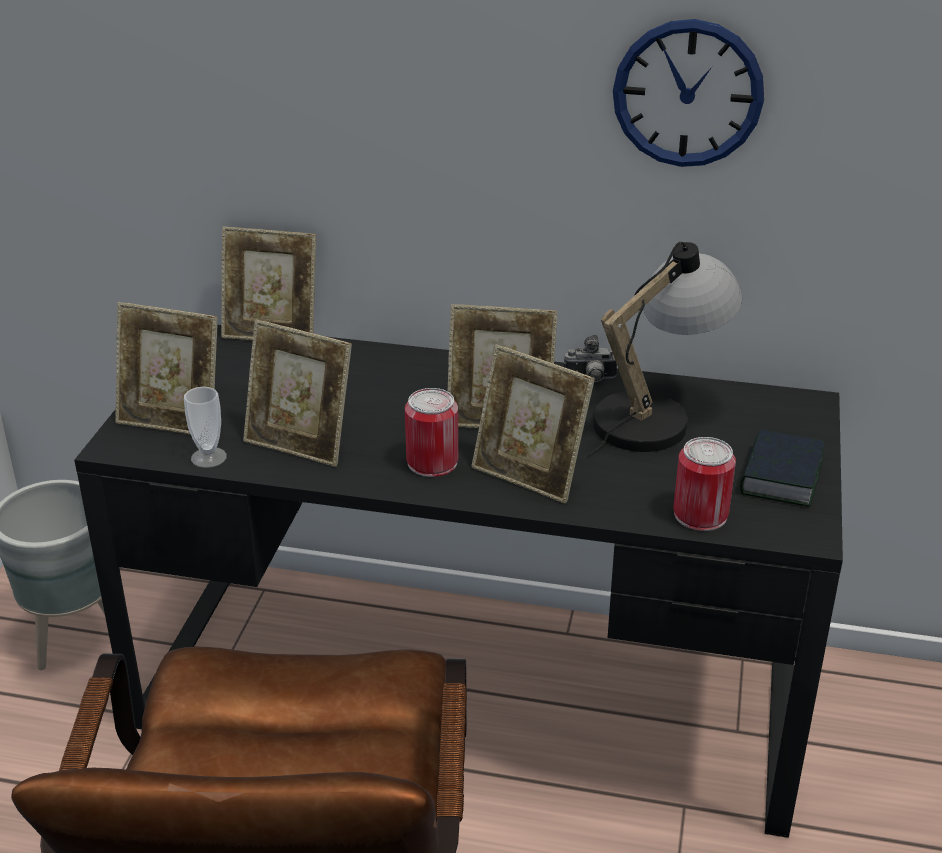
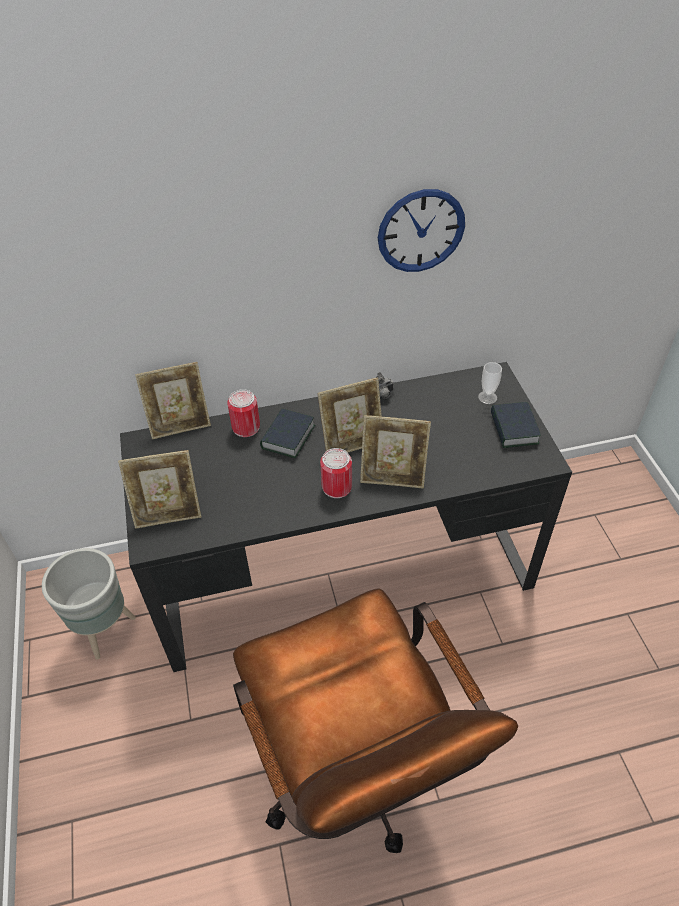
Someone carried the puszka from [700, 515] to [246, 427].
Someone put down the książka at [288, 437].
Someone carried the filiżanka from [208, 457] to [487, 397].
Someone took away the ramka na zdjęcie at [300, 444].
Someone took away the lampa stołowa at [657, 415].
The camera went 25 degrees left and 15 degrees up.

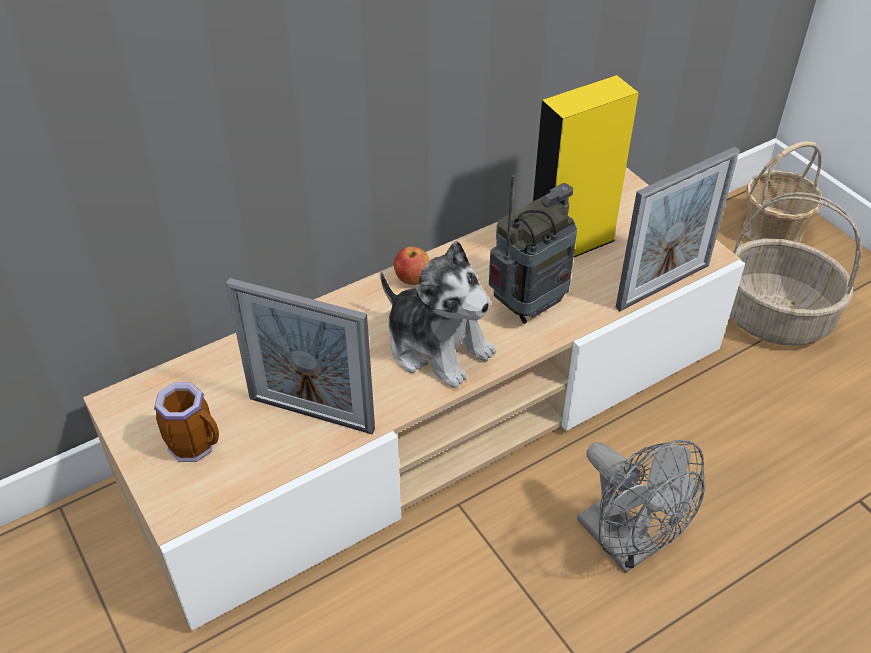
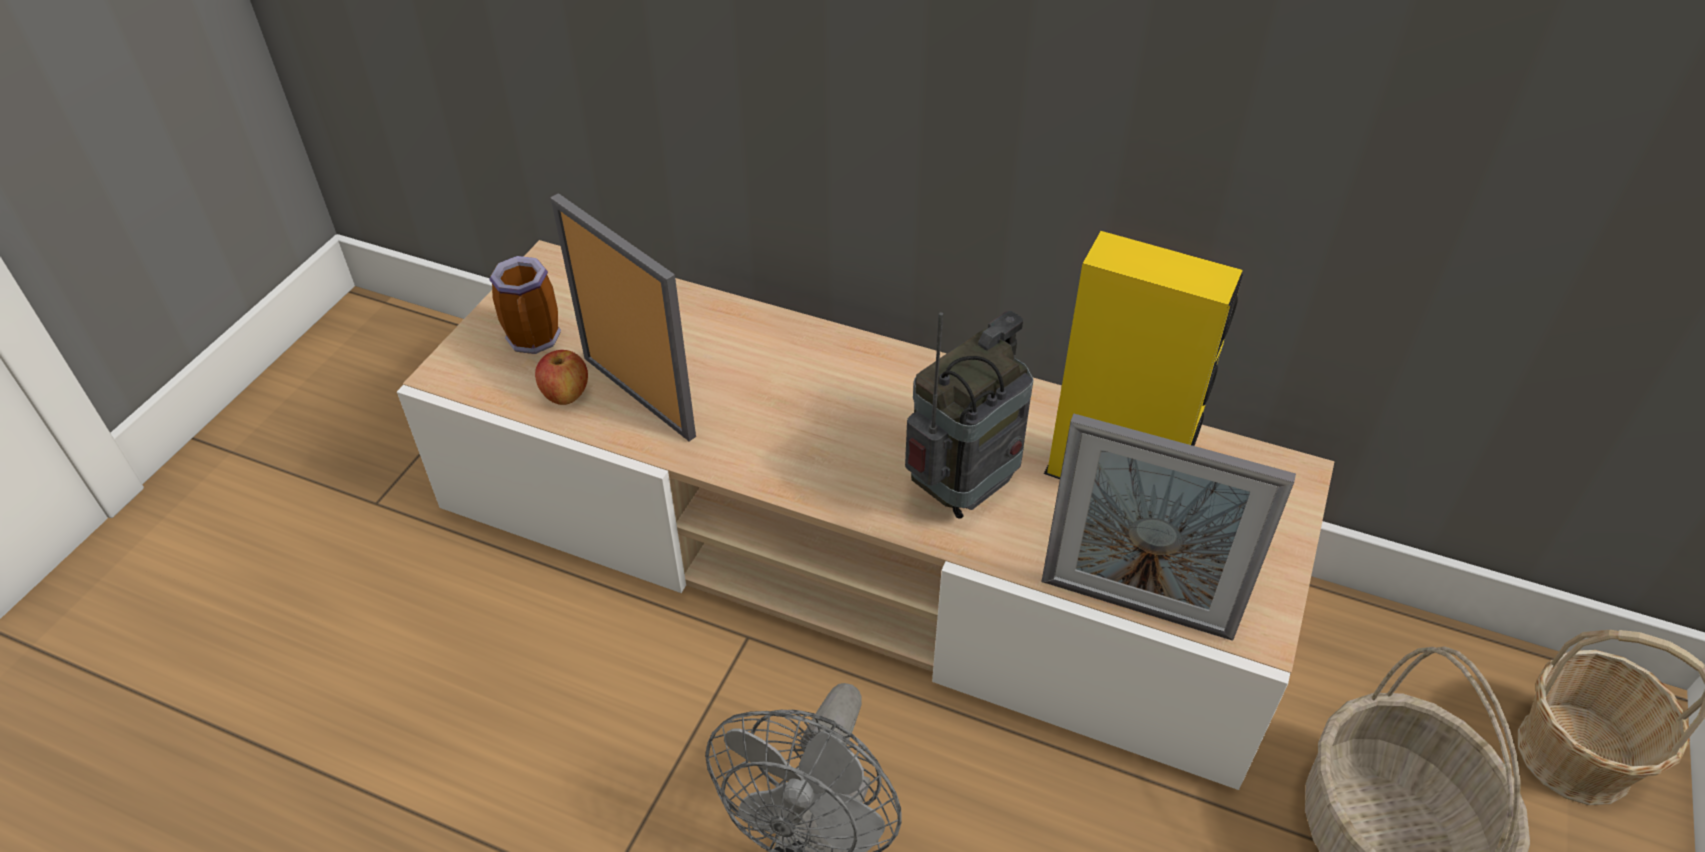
Someone carried the jabłko from [412, 279] to [565, 395].
Someone rotated the ramka na zdjęcie at [311, 414] by 150 degrees clockwise.
Someone rotated the radio at [529, 306] by 60 degrees counterclockwise.
Someone took away the pluszak at [437, 346].
The camera went 55 degrees right and 0 degrees up.

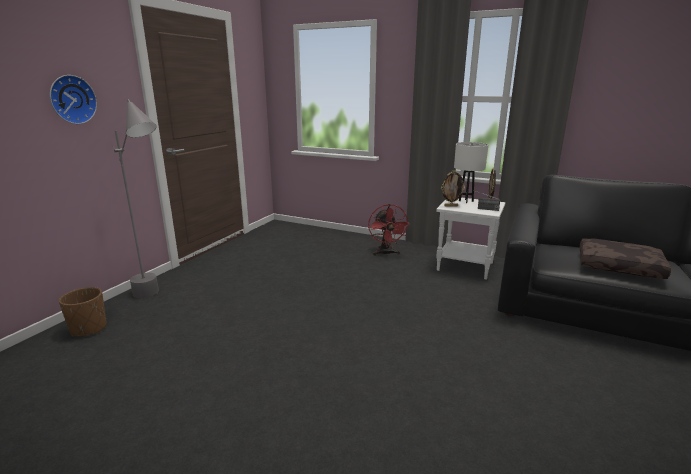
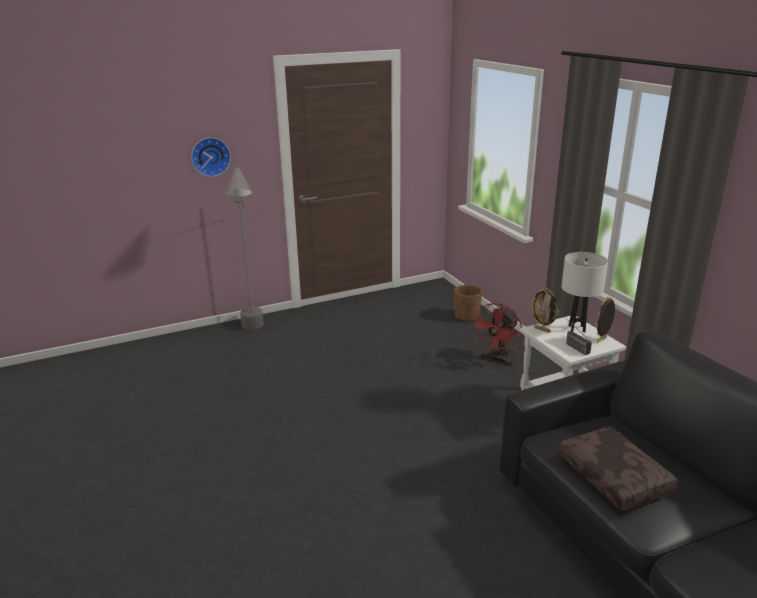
Someone carried the donica (brązowy) from [89, 329] to [467, 316].
The camera went 40 degrees right and 5 degrees up.

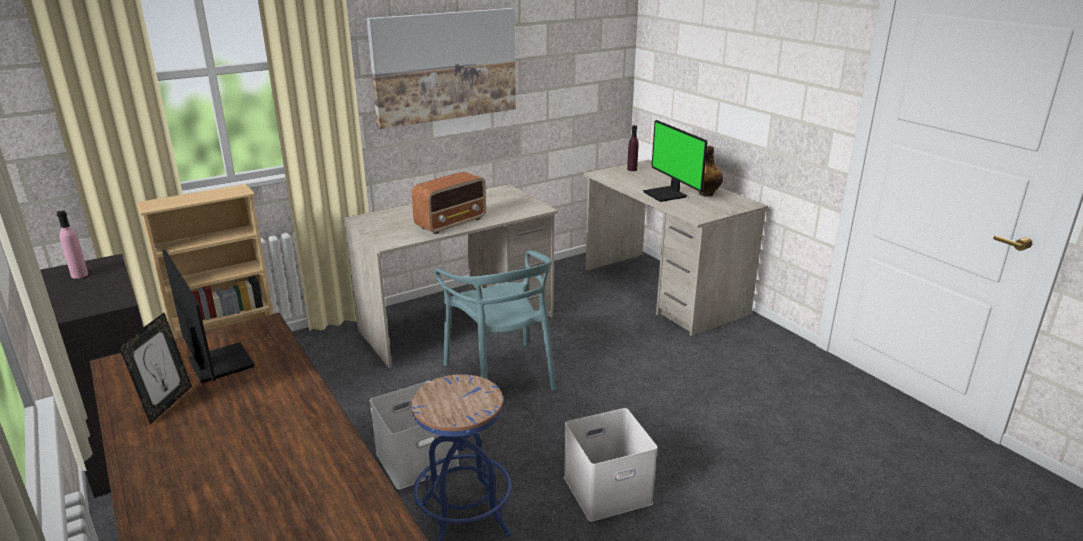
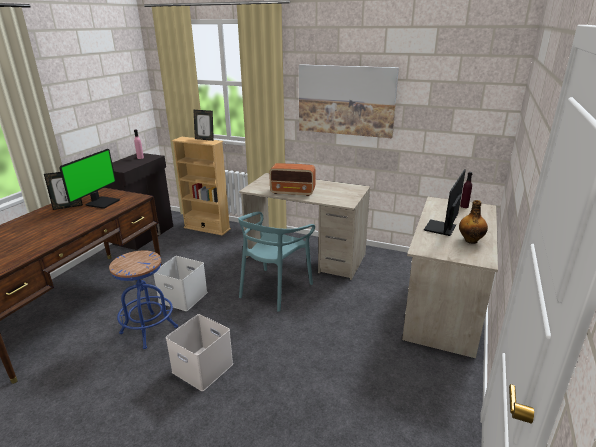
Someone put down the ramka na zdjęcie at [205, 139].
The camera went 55 degrees right and 0 degrees up.

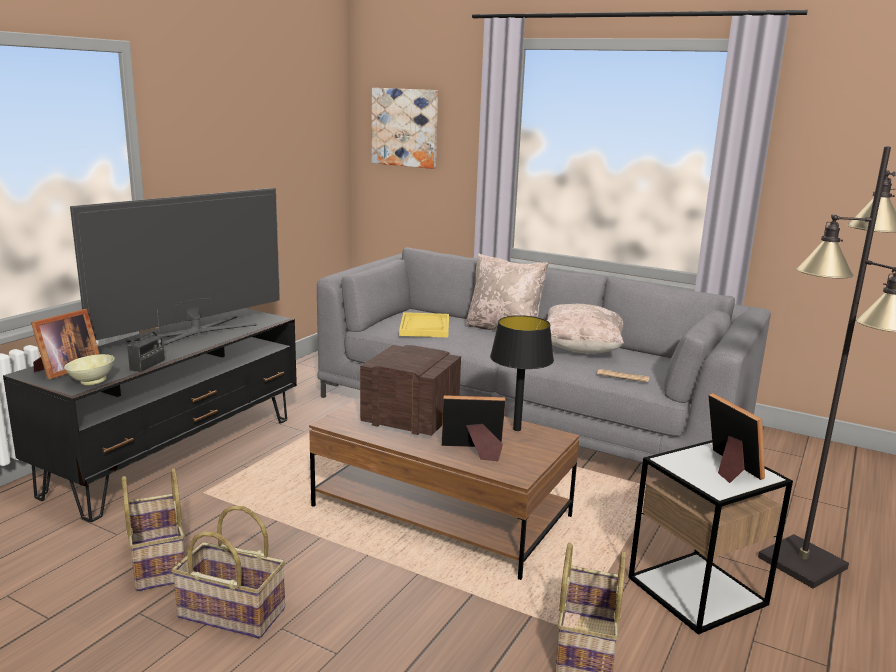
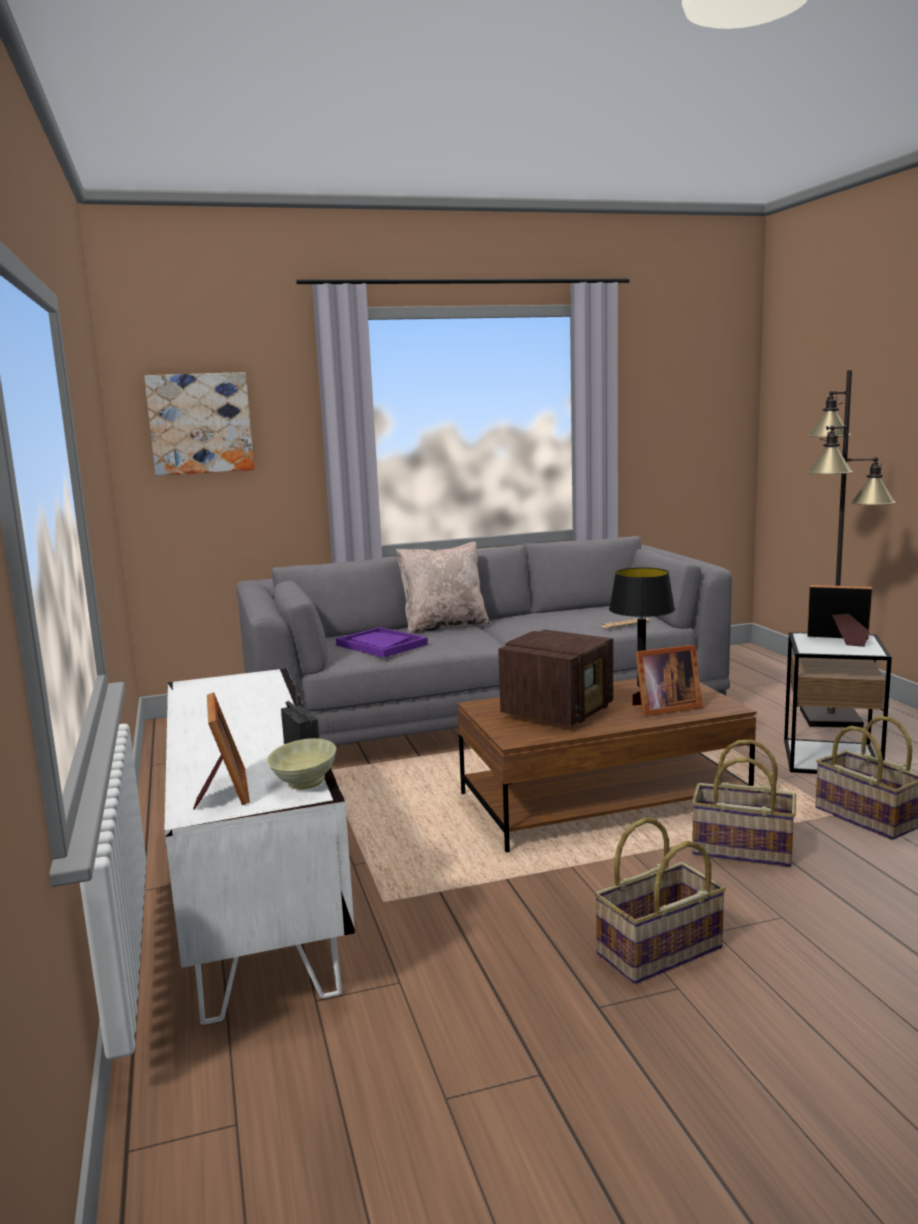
Someone repainted the szafka pod telewizor (czarny) at [176, 454], which became the szafka pod telewizor (biały) at [256, 895].
Someone repainted the taca (żółty) at [424, 327], which became the taca (fioletowy) at [381, 645].
Someone rotated the radio at [409, 419] by 150 degrees clockwise.
Someone rotated the ramka na zdjęcie at [474, 451] by 150 degrees counterclockwise.
Someone carried the koszyk from [156, 562] to [741, 850].
Someone took away the telewizor at [194, 332].
Someone took away the poduszka (beżowy) at [581, 349].
The camera went 45 degrees left and 5 degrees down.

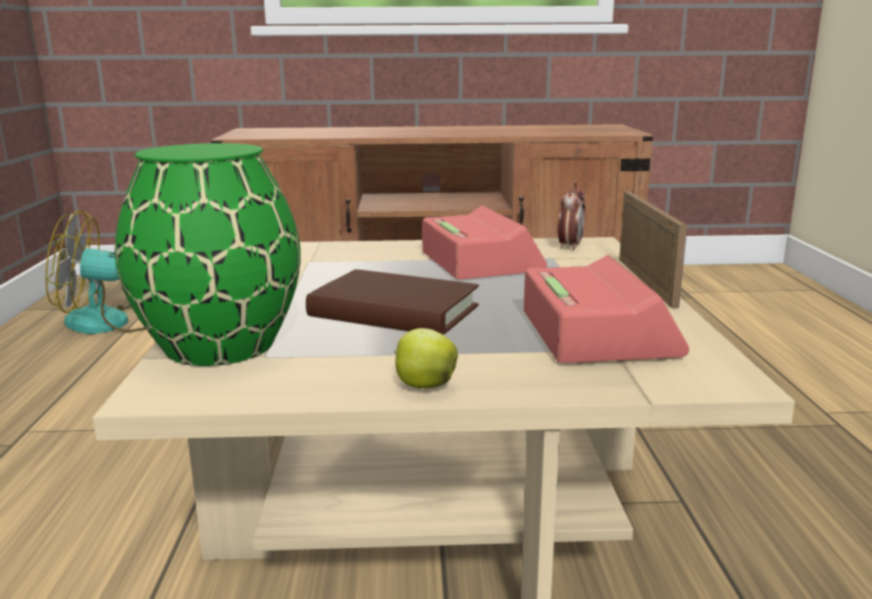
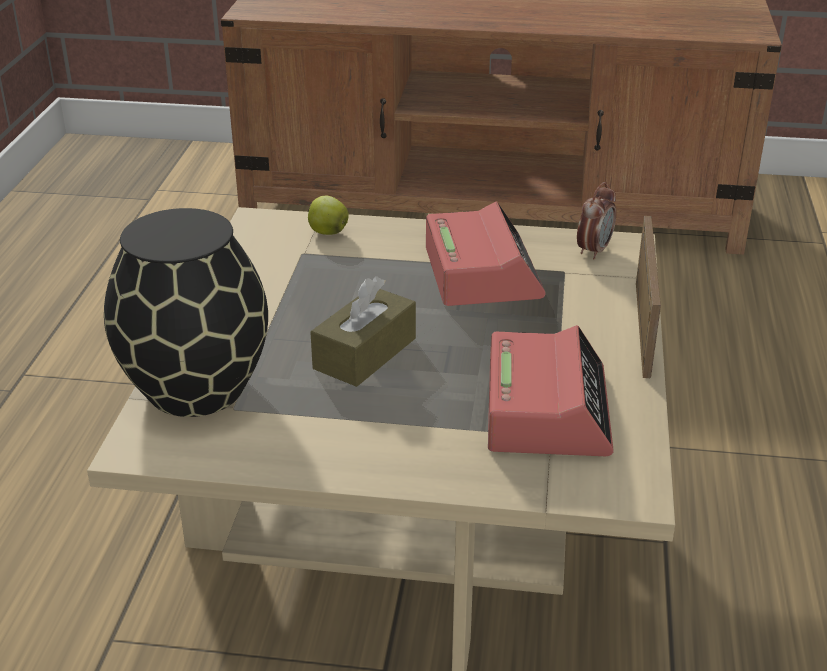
Someone repainted the wazon (zielony) at [222, 345], which became the wazon (czarny) at [198, 389].
Someone carried the jabłko from [424, 385] to [327, 232].
Someone swapped the książka (brązowy) at [394, 311] for the pudełko chusteczek (brązowy) at [365, 353].
Someone took away the wentylator at [113, 322].
The camera went 10 degrees right and 15 degrees up.

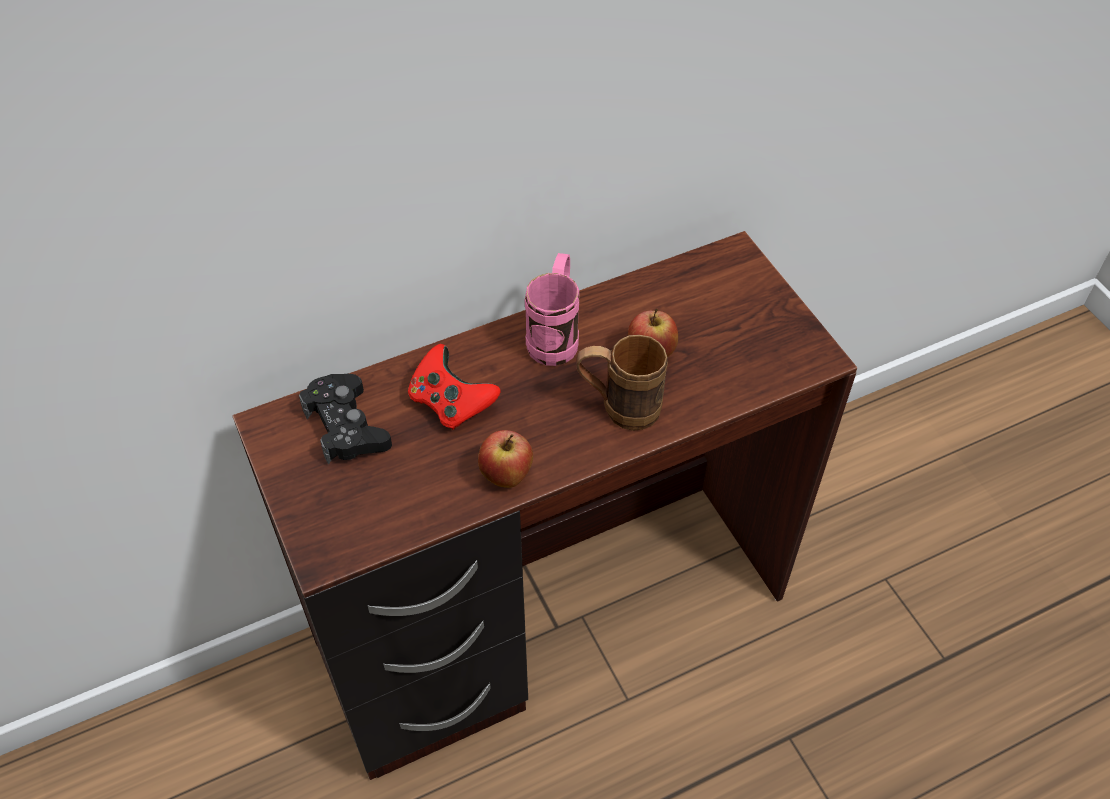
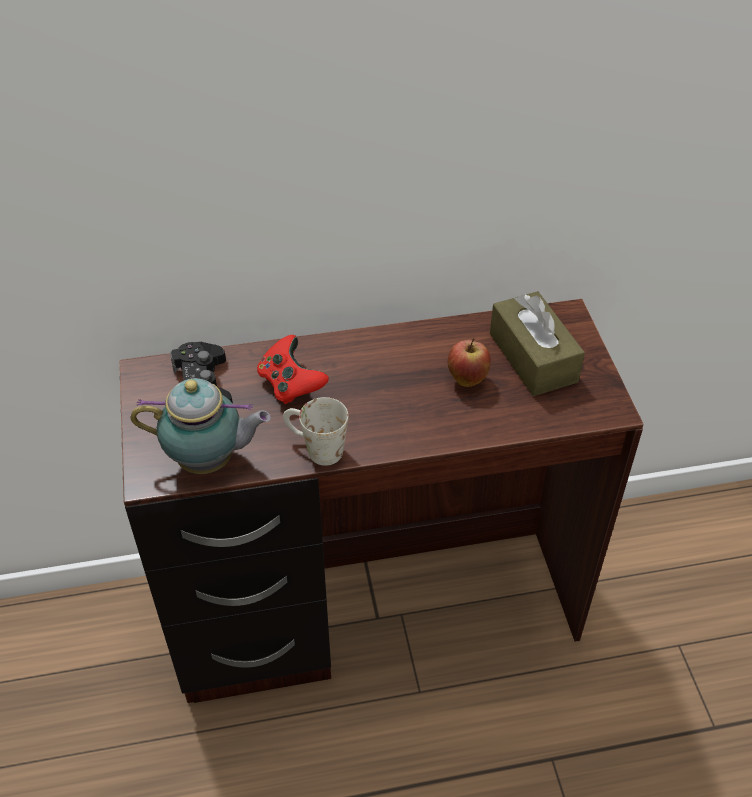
Someone put down the imbryk at [210, 461].
Someone swapped the jabłko at [506, 476] for the kubek (biały) at [315, 448].
Someone put down the pudełko chusteczek (brązowy) at [533, 357].
Someone took away the kubek (różowy) at [556, 336].
Someone took away the kubek (brązowy) at [618, 408].
The camera went 15 degrees right and 5 degrees down.

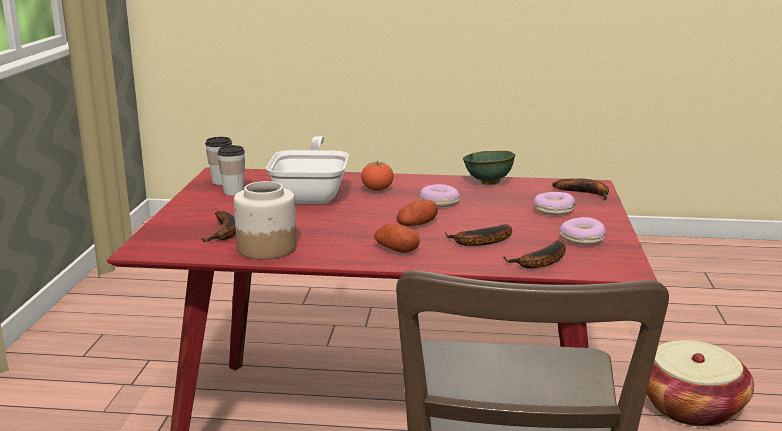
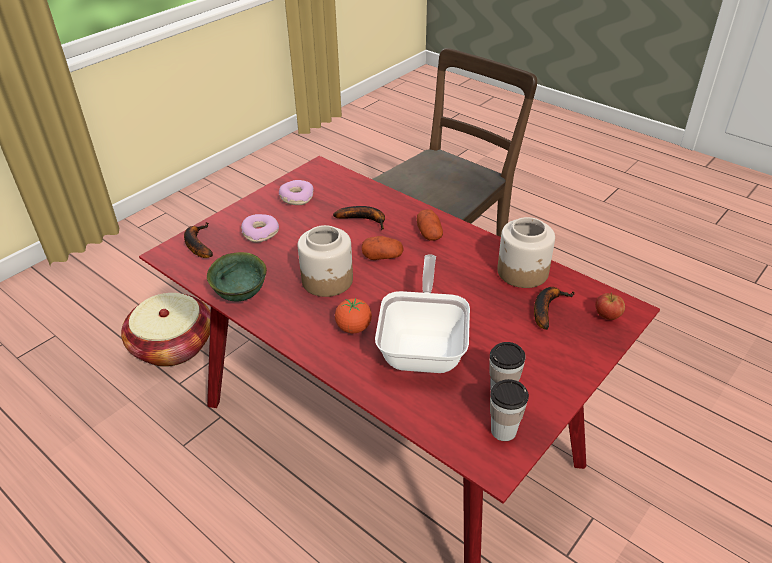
Someone swapped the donut at [438, 203] for the słoik at [328, 280].
Someone rotated the patelnia at [312, 195] by 150 degrees clockwise.
Someone put down the jabłko at [607, 316].
Someone took away the banan at [541, 263].
The camera went 145 degrees left and 20 degrees up.

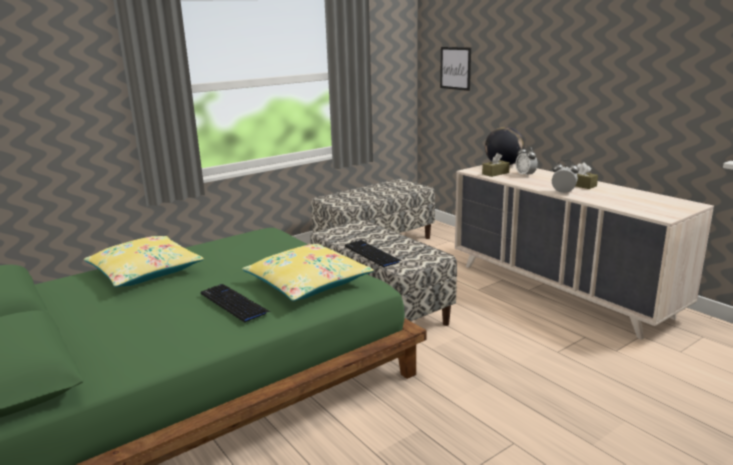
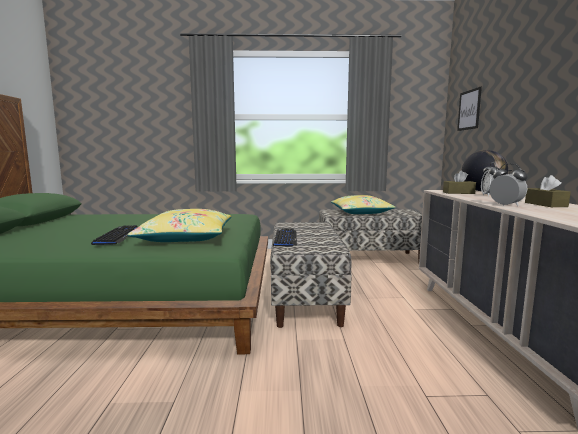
Someone carried the poduszka (żółty) from [145, 272] to [360, 212].
The camera went 35 degrees right and 10 degrees down.

